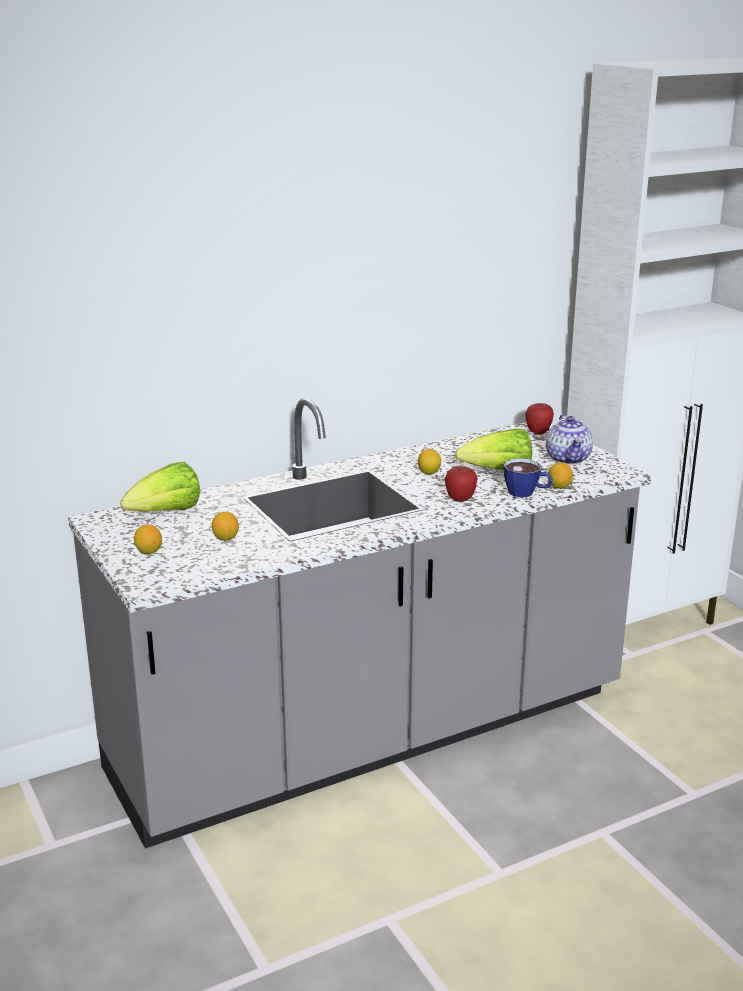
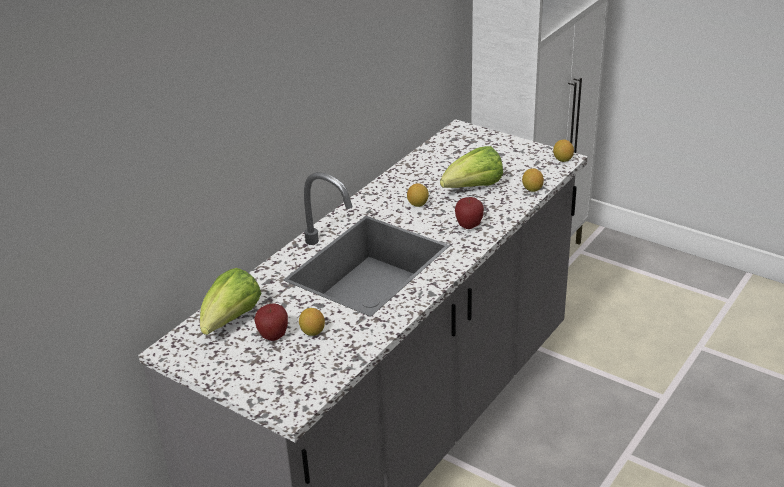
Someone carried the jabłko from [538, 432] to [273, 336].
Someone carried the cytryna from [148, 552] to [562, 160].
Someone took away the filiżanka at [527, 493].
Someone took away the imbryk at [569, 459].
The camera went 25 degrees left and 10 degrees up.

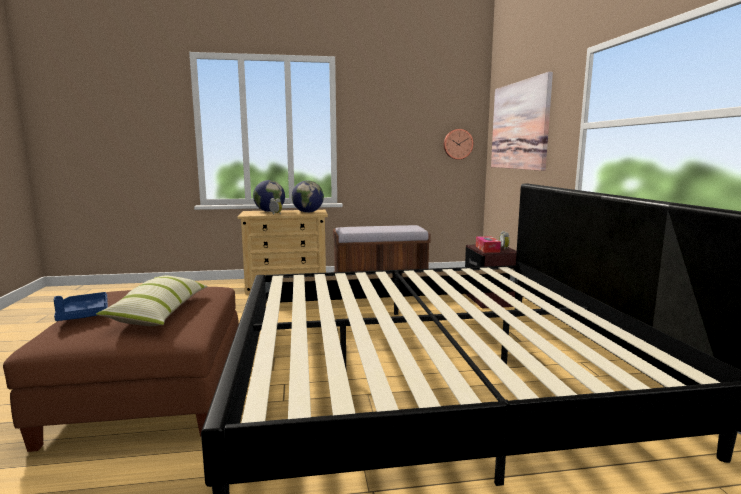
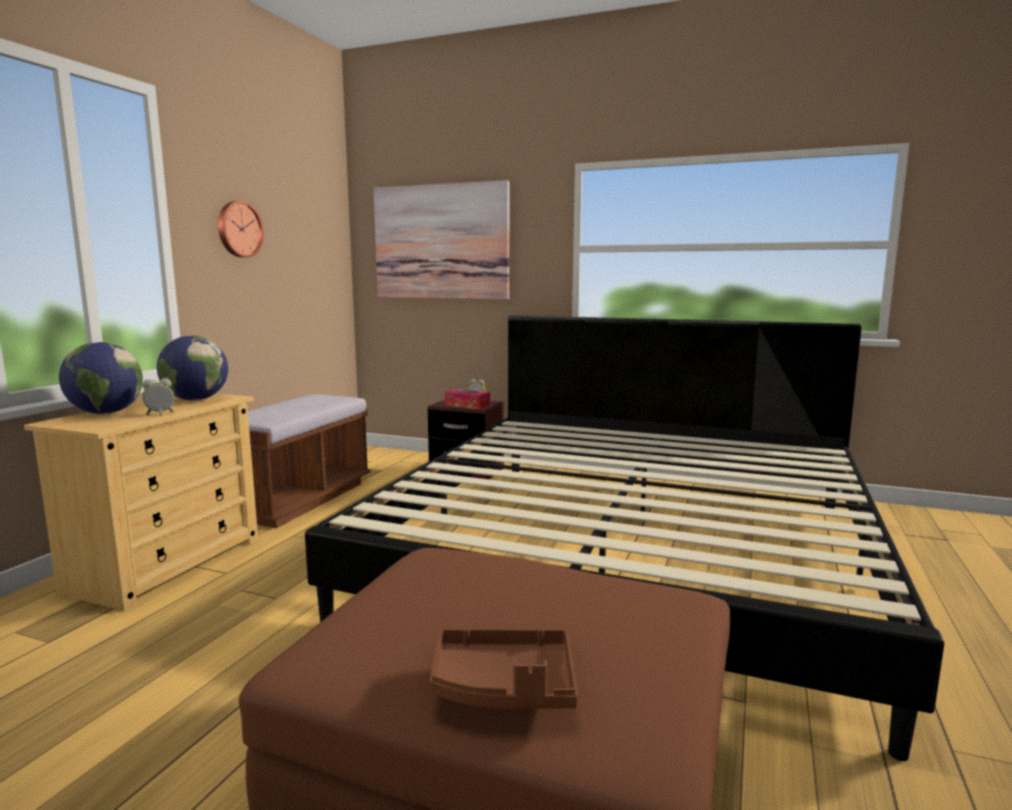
Someone carried the zegar ścienny from [457, 144] to [238, 229].
Someone repainted the taca (niebieski) at [83, 314], which became the taca (brązowy) at [504, 686].
Someone took away the poduszka at [160, 312].
The camera went 60 degrees left and 0 degrees up.

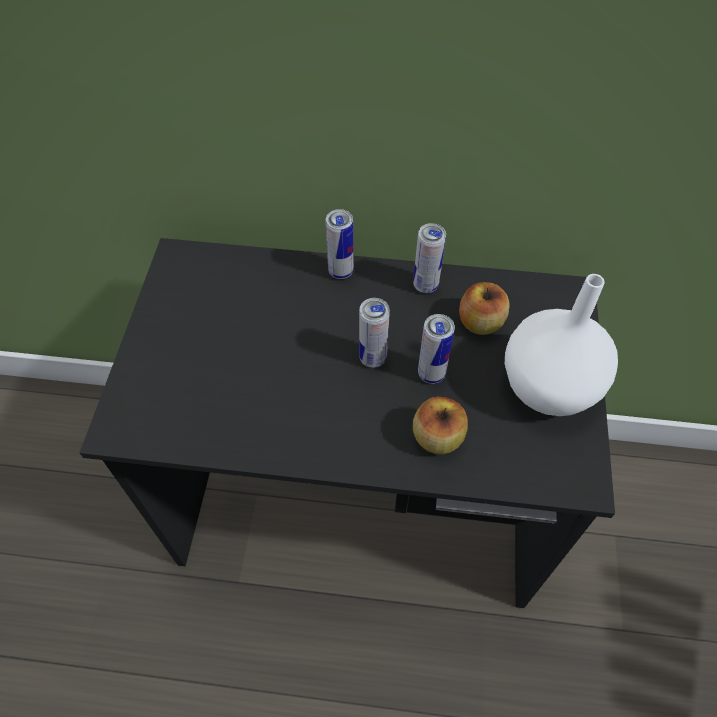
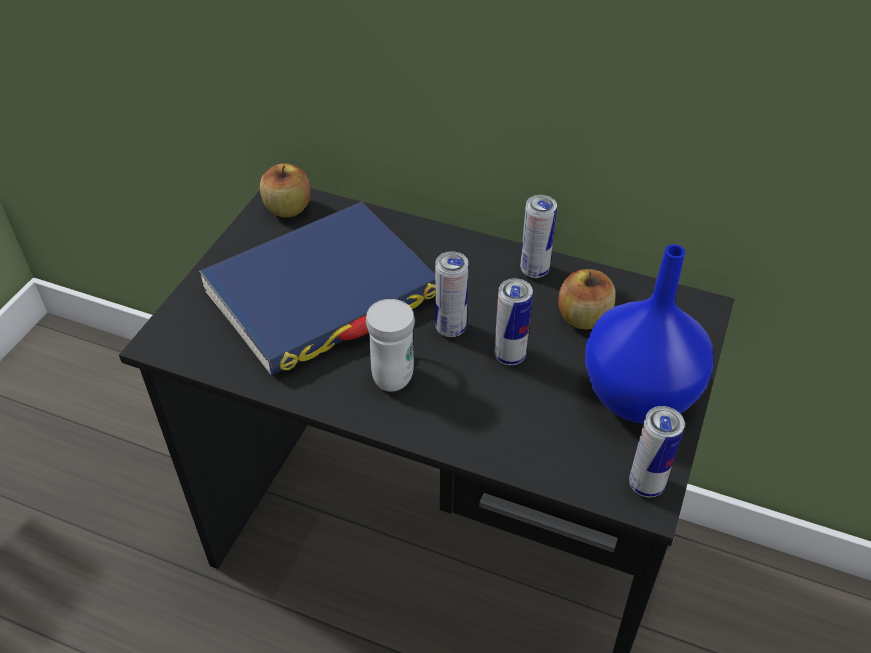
Someone put down the książka (niebieski) at [321, 293].
Someone carried the jabłko from [437, 437] to [287, 209].
Someone put down the kubek (biały) at [395, 371].
Someone repainted the wazon (biały) at [546, 389], which became the wazon (niebieski) at [636, 397].
Someone carried the puszka from [341, 271] to [646, 485].
The camera went 15 degrees right and 10 degrees down.

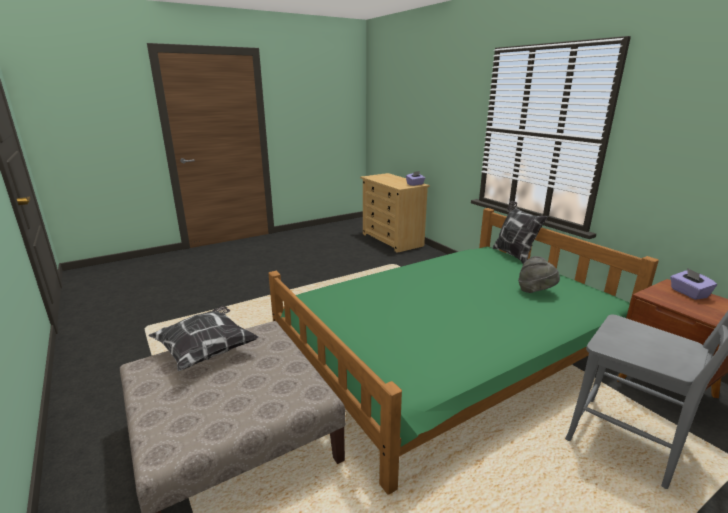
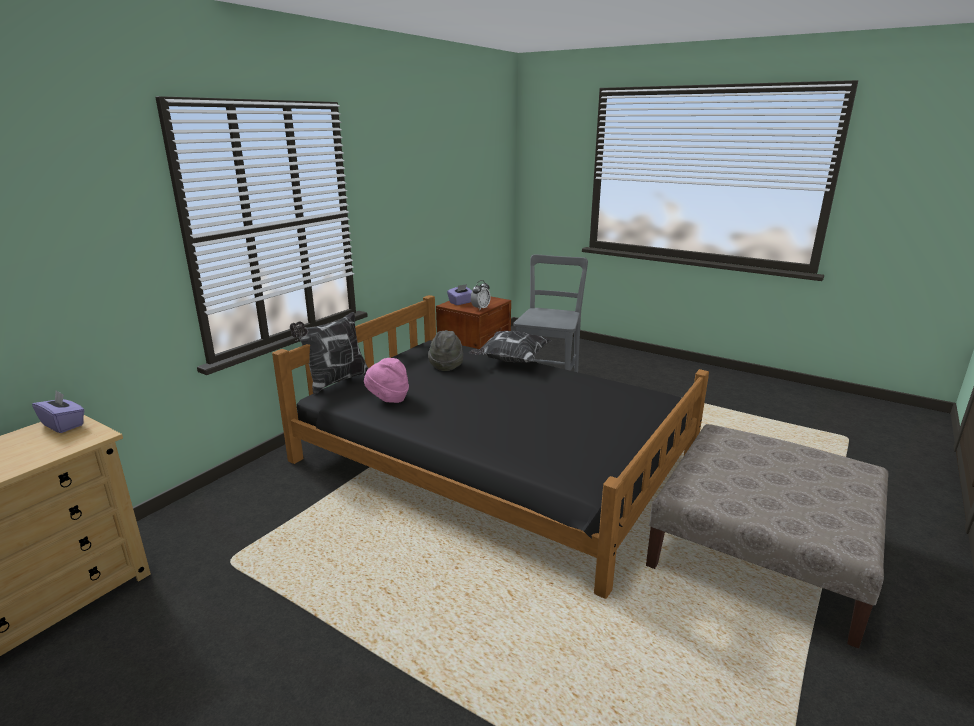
Someone repainted the łóżko (zielony) at [449, 350], which became the łóżko (czarny) at [495, 459].
Someone put down the kapelusz (różowy) at [388, 399].
Someone carried the poduszka from [207, 351] to [511, 361].
Someone put down the budzik at [480, 308].
The camera went 115 degrees left and 0 degrees up.

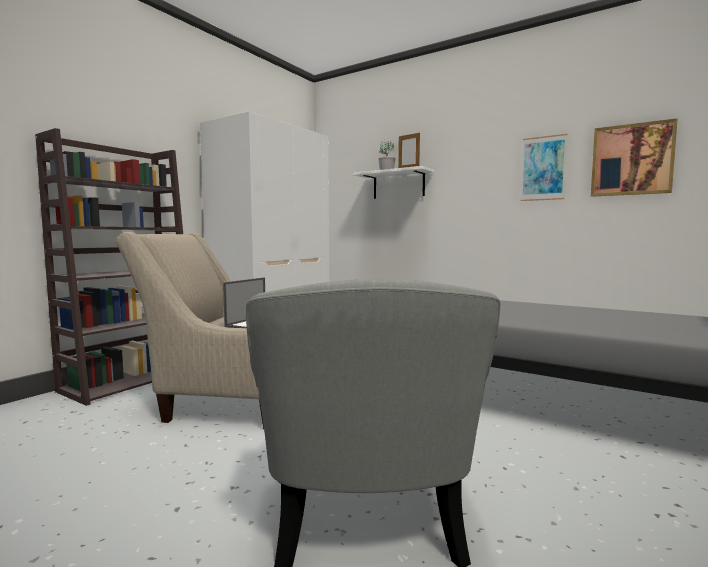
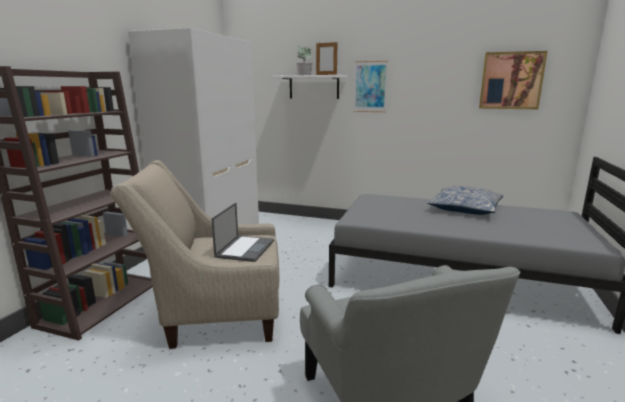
Someone carried the obraz from [543, 168] to [370, 86].
Someone put down the poduszka at [465, 209].
The camera went 15 degrees left and 10 degrees up.

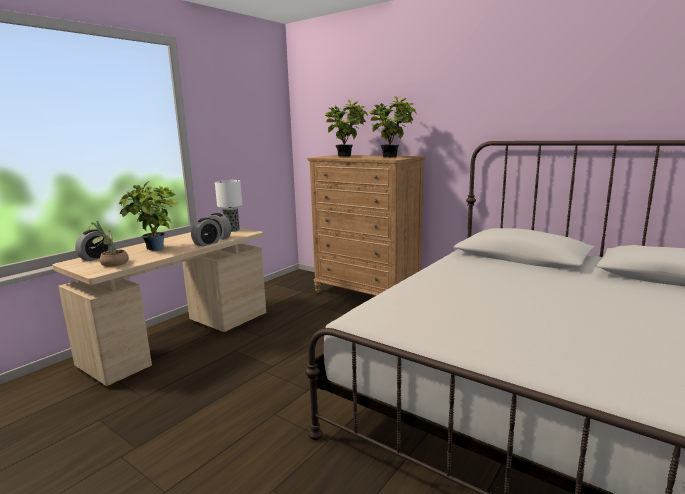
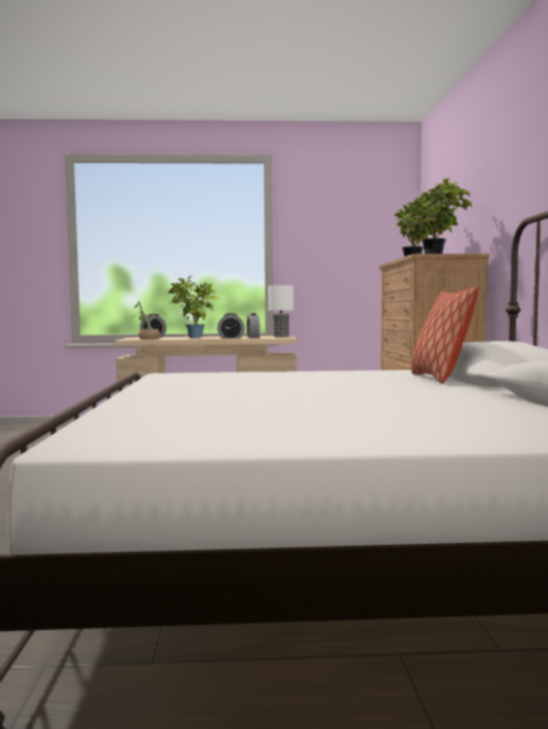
Someone put down the poduszka at [439, 378].
The camera went 50 degrees right and 10 degrees down.

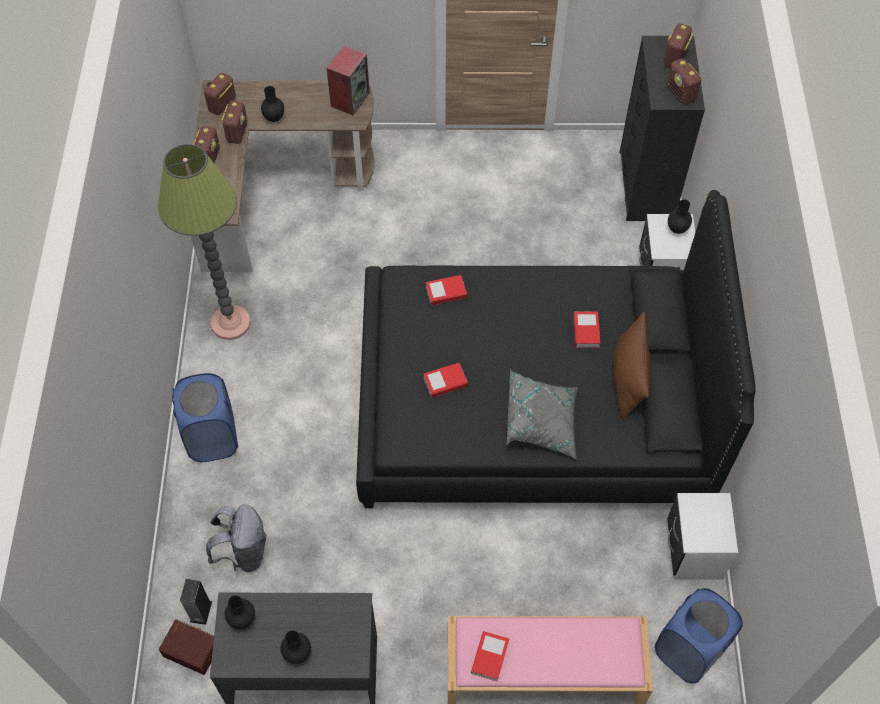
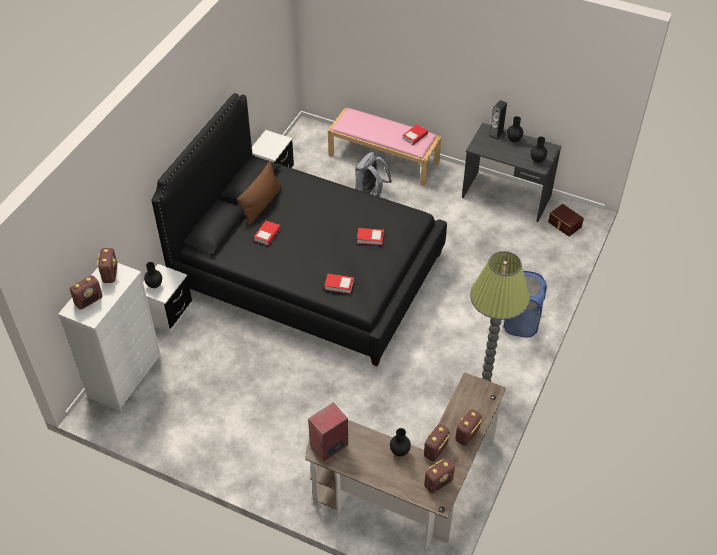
Someone repainted the komoda (czarny) at [646, 186], which became the komoda (biały) at [125, 376].
Someone carried the plecak (szary) from [244, 552] to [370, 192].
Someone carried the głośnik from [201, 611] to [496, 133].
Someone took away the poduszka (szary) at [541, 423].
Someone took away the kosz na pranie (niebieski) at [689, 650].
The camera went 155 degrees left and 10 degrees down.

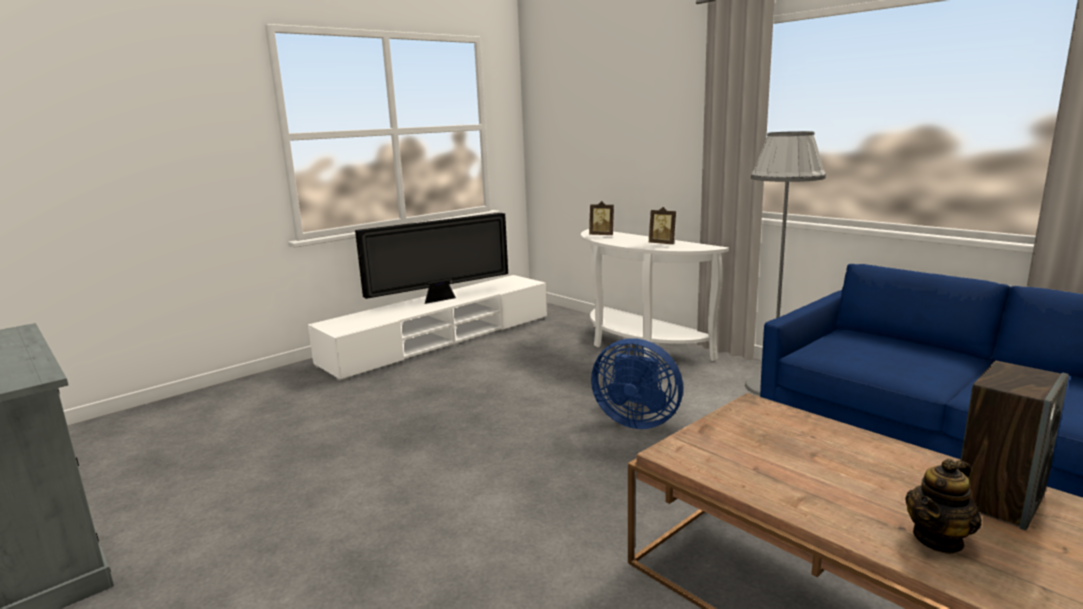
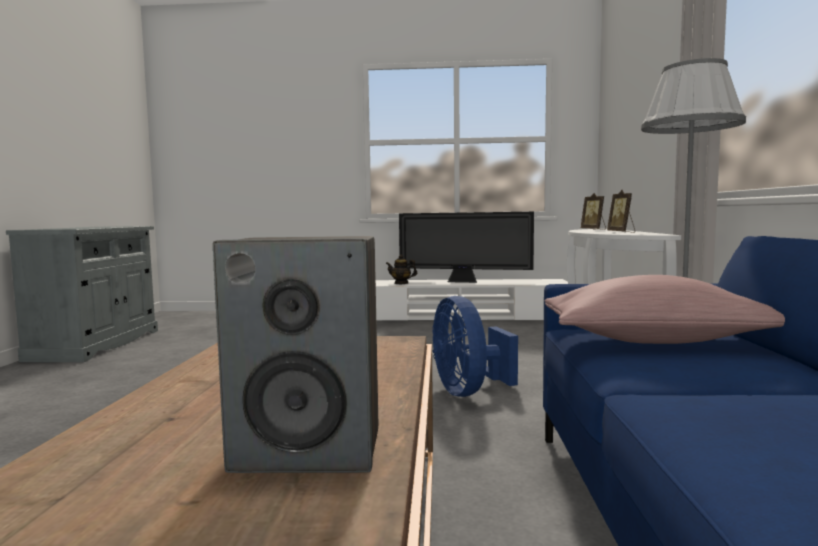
Someone carried the imbryk from [938, 539] to [401, 283].
Someone put down the poduszka (różowy) at [652, 340].
The camera went 45 degrees right and 10 degrees down.

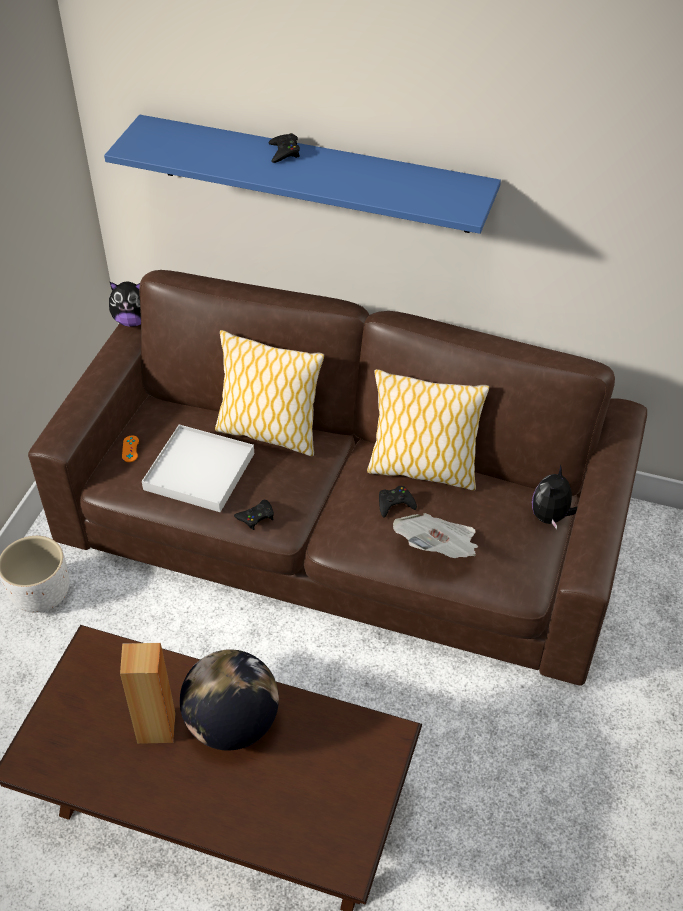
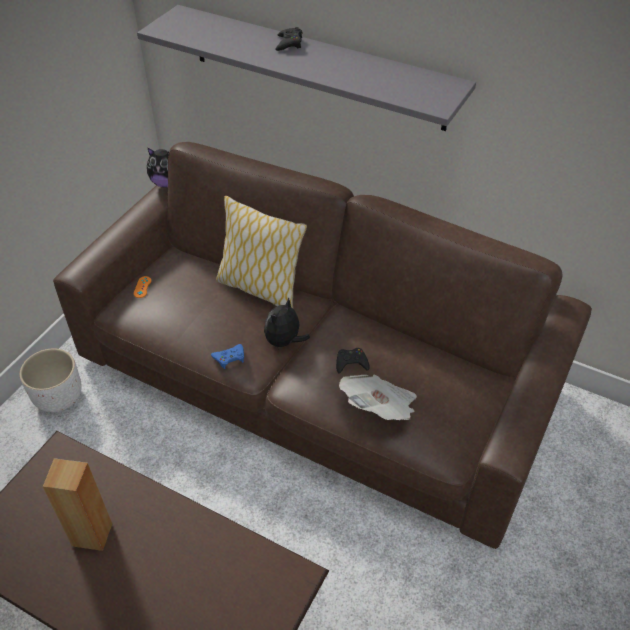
Someone repainted the półka (niebieski) at [314, 174], which became the półka (szary) at [316, 67].
Someone repainted the pad do gier (czarny) at [256, 517], which became the pad do gier (niebieski) at [229, 358].
Someone carried the pluszak from [551, 517] to [284, 342].
Someone took away the taca (biały) at [199, 471].
Someone took away the globus at [232, 724].
Someone took away the poduszka at [422, 469].
The camera went 10 degrees right and 0 degrees up.

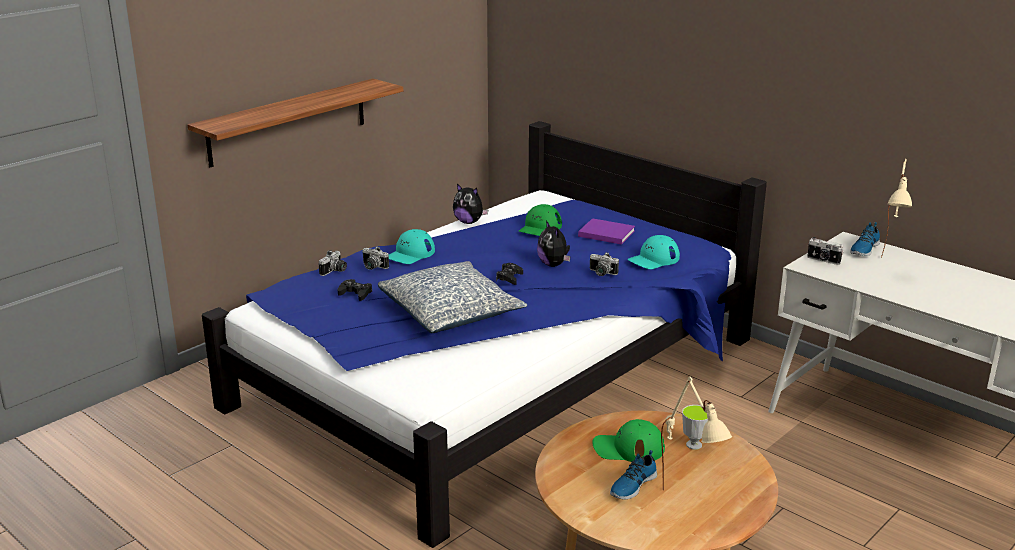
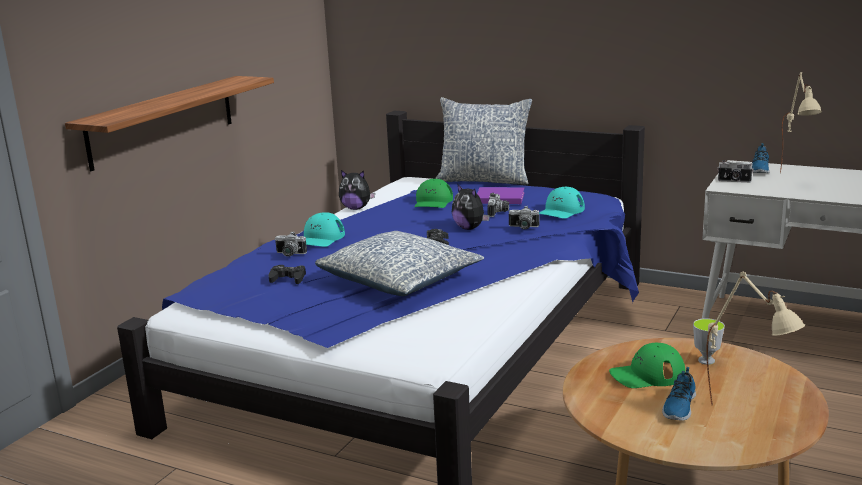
Someone put down the poduszka at [484, 180].
Someone carried the aparat fotograficzny from [335, 271] to [499, 212].
The camera went 15 degrees left and 5 degrees down.

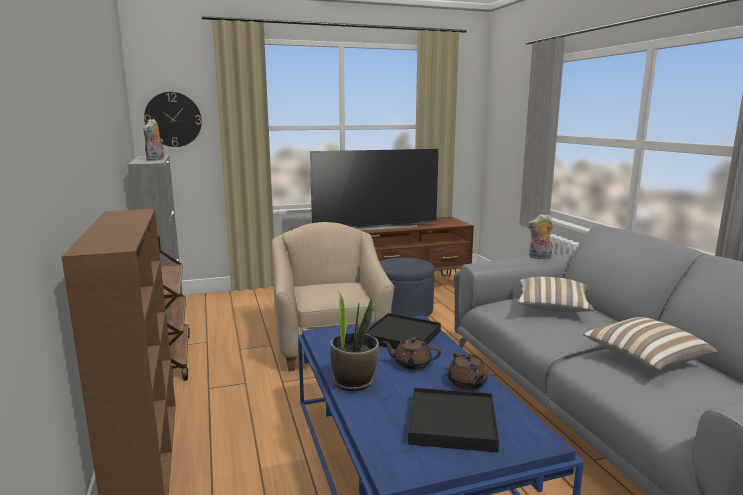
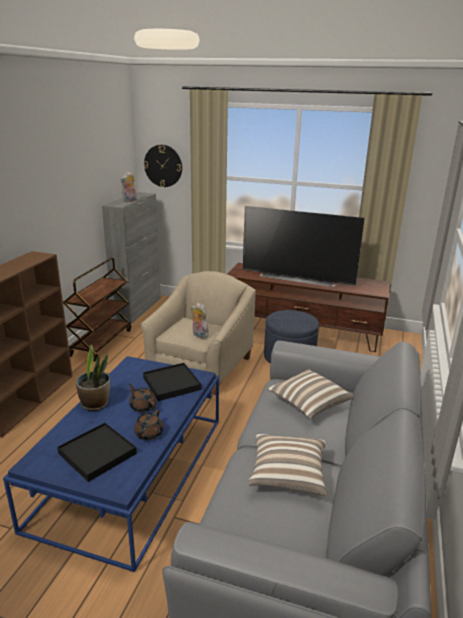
Someone carried the pluszak from [539, 257] to [199, 335].
The camera went 35 degrees right and 10 degrees up.

